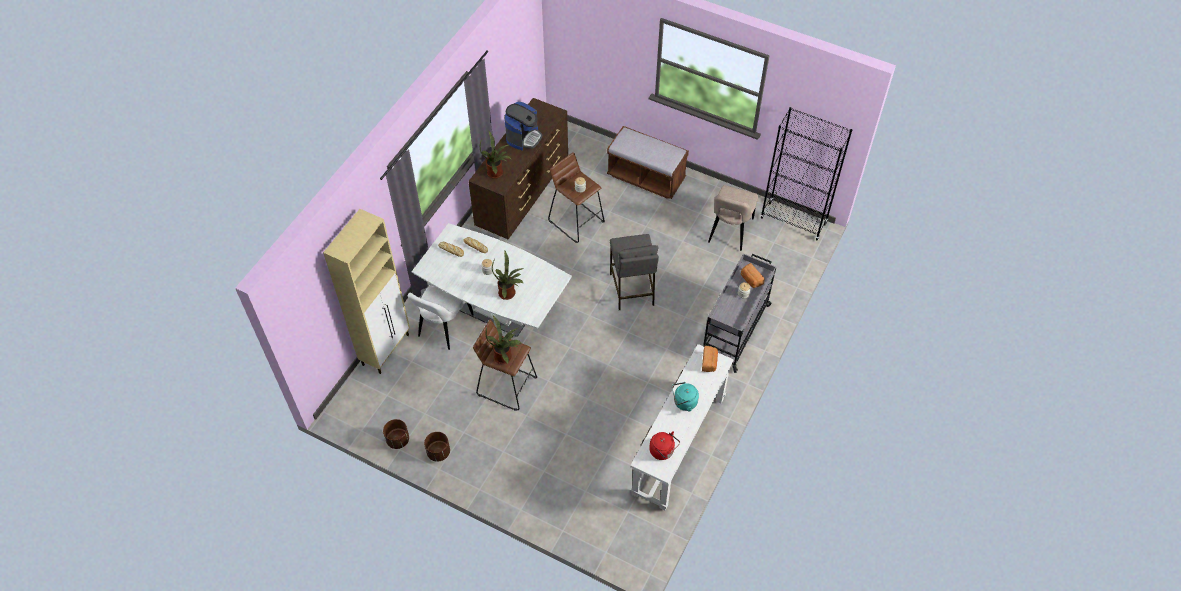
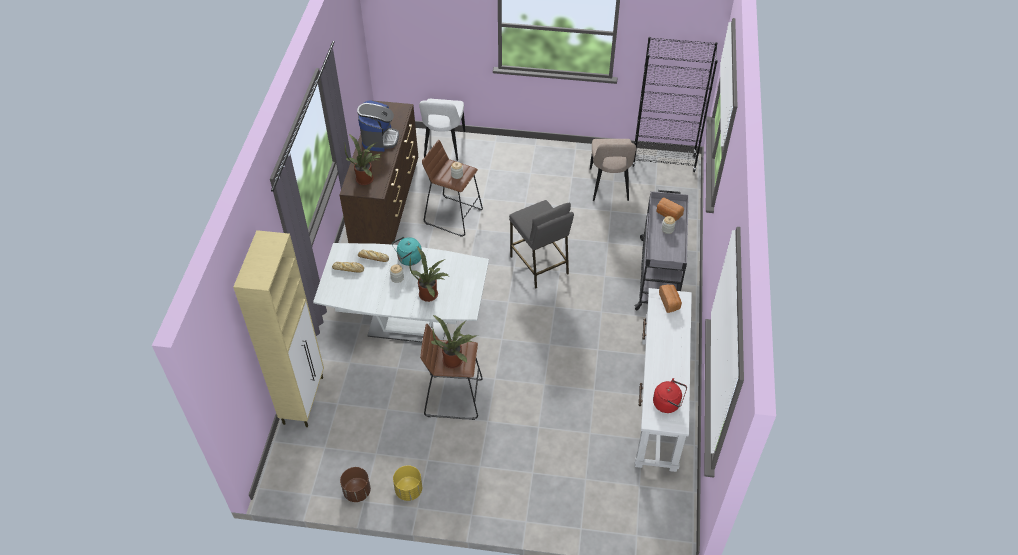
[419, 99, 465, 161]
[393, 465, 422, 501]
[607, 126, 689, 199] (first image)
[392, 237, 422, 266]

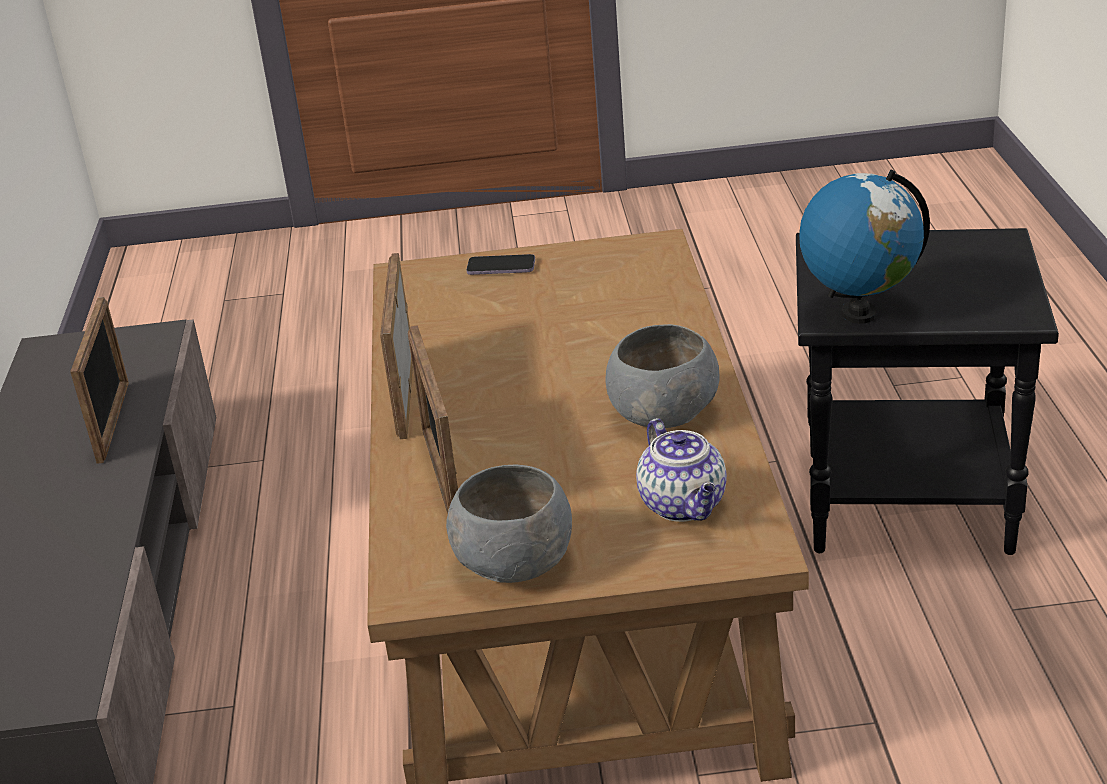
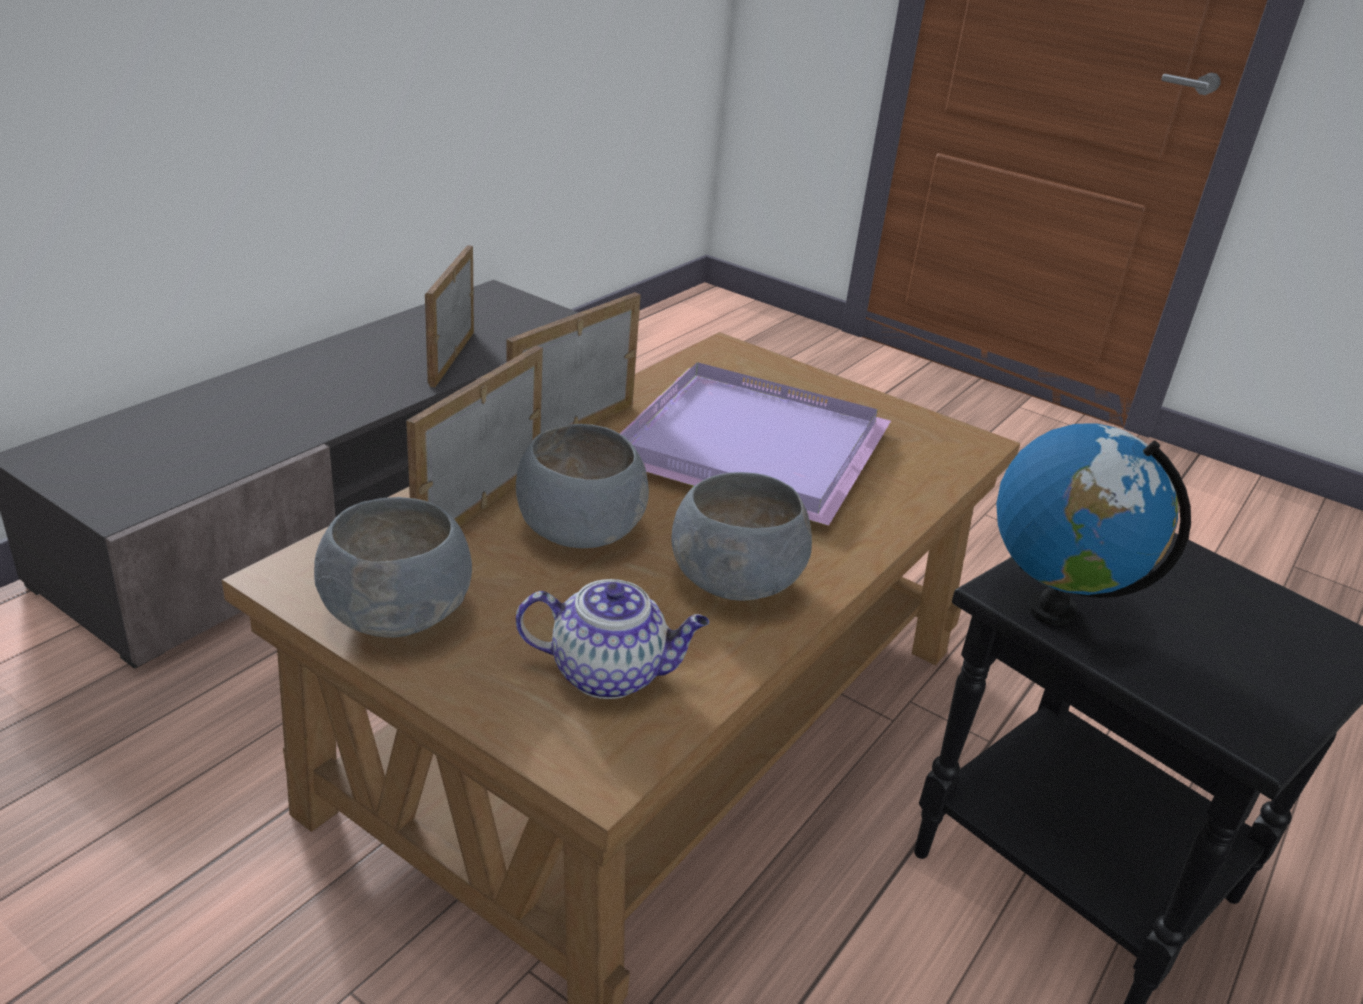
[425, 245, 474, 387]
[466, 254, 535, 275] (first image)
[516, 579, 709, 699]
[516, 424, 649, 548]
[620, 362, 891, 526]

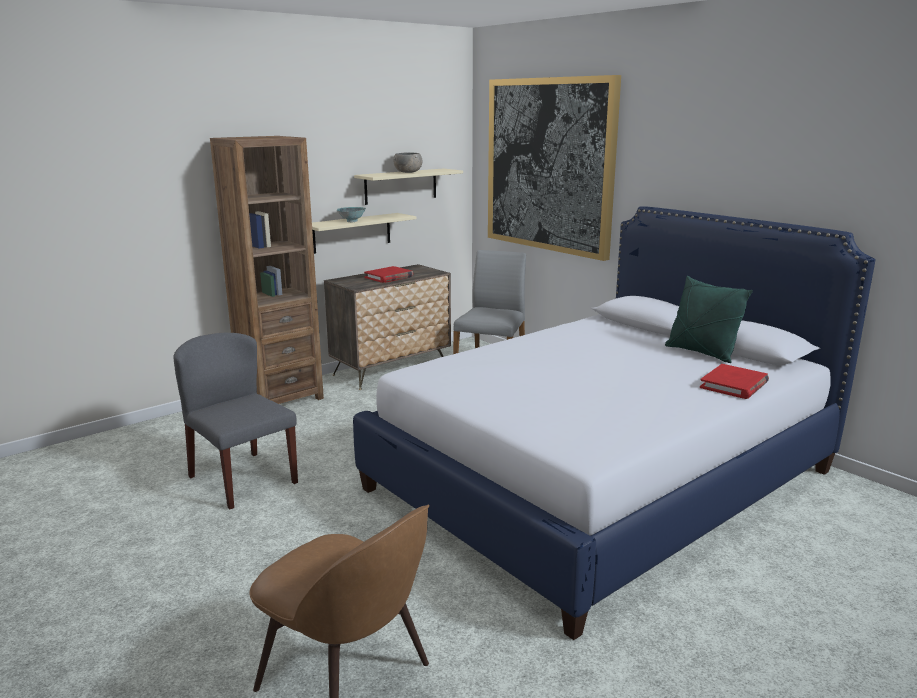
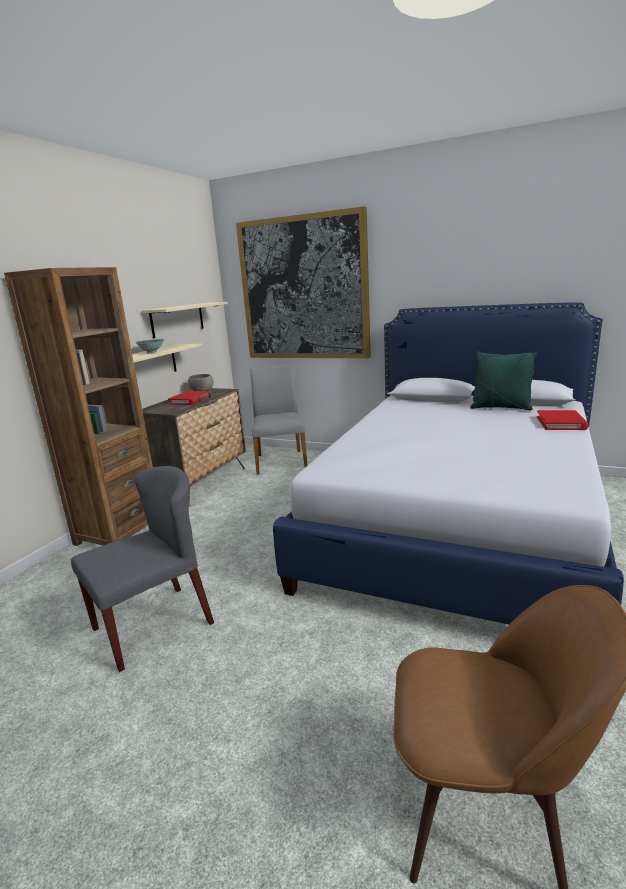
[71, 466, 214, 672]
[188, 374, 214, 391]

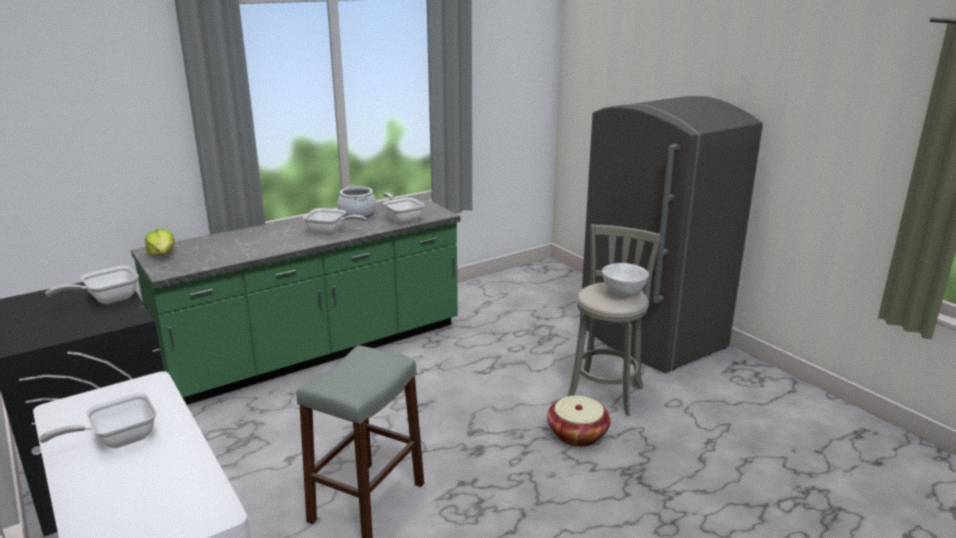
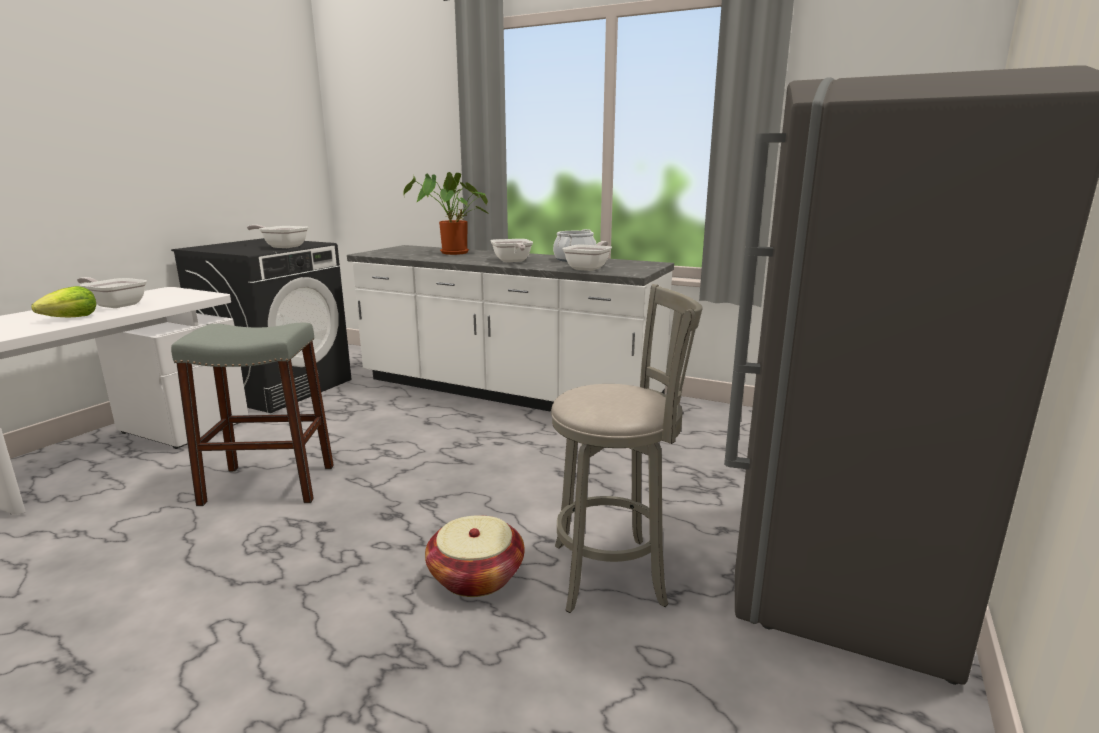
[347, 245, 674, 412]
[31, 286, 96, 318]
[602, 263, 649, 298] (first image)
[403, 172, 490, 255]

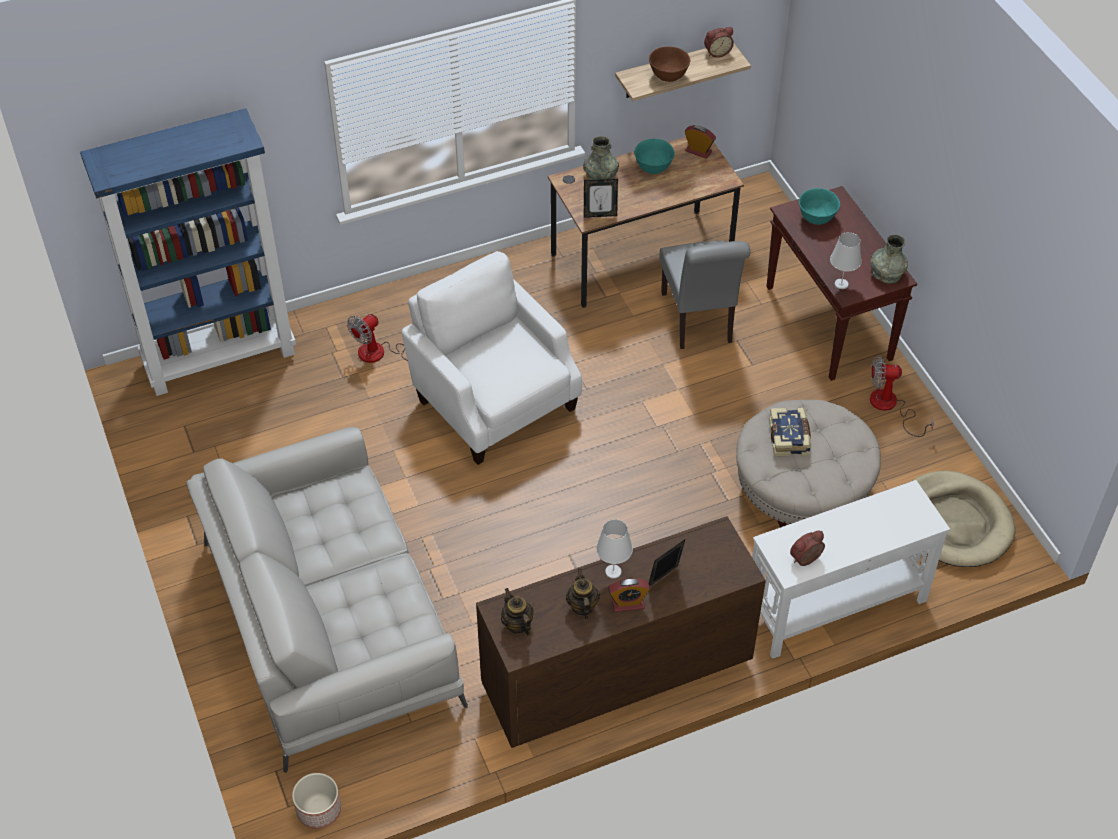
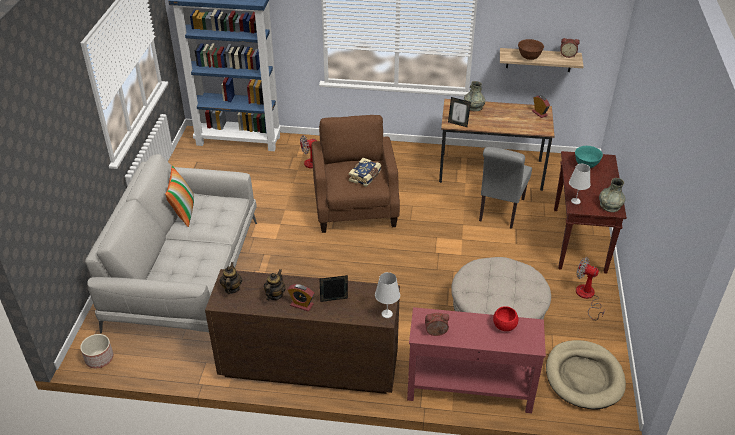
[312, 115, 400, 233]
[375, 272, 400, 318]
[634, 139, 675, 174] (first image)
[407, 307, 546, 413]
[349, 158, 381, 187]
[165, 165, 194, 227]
[493, 306, 518, 331]

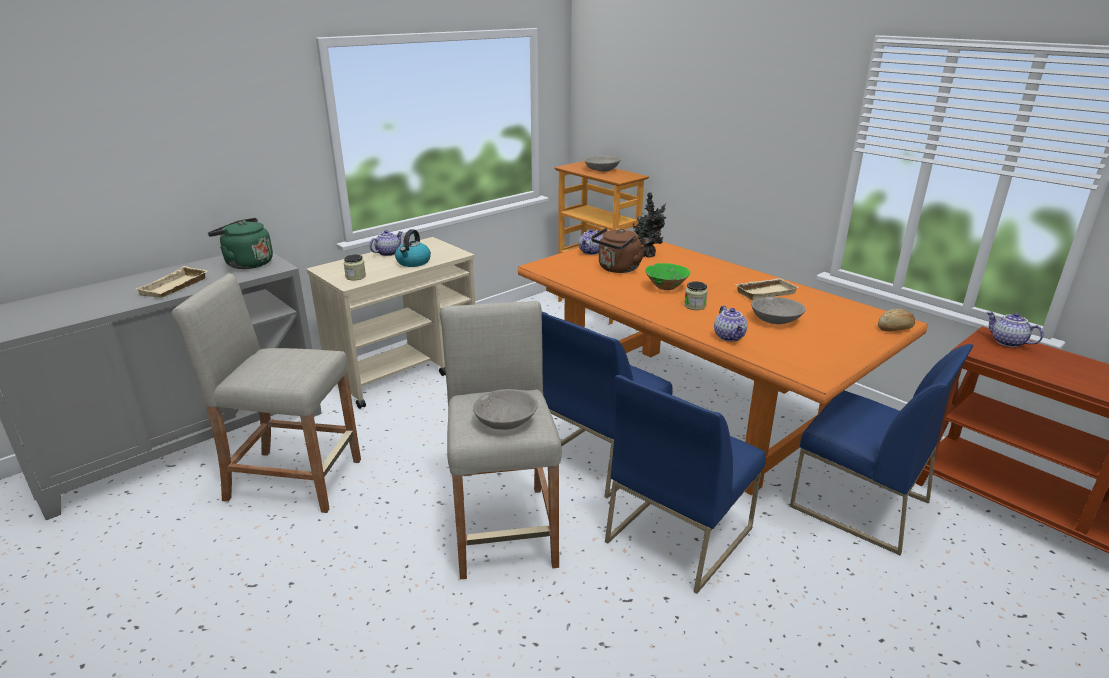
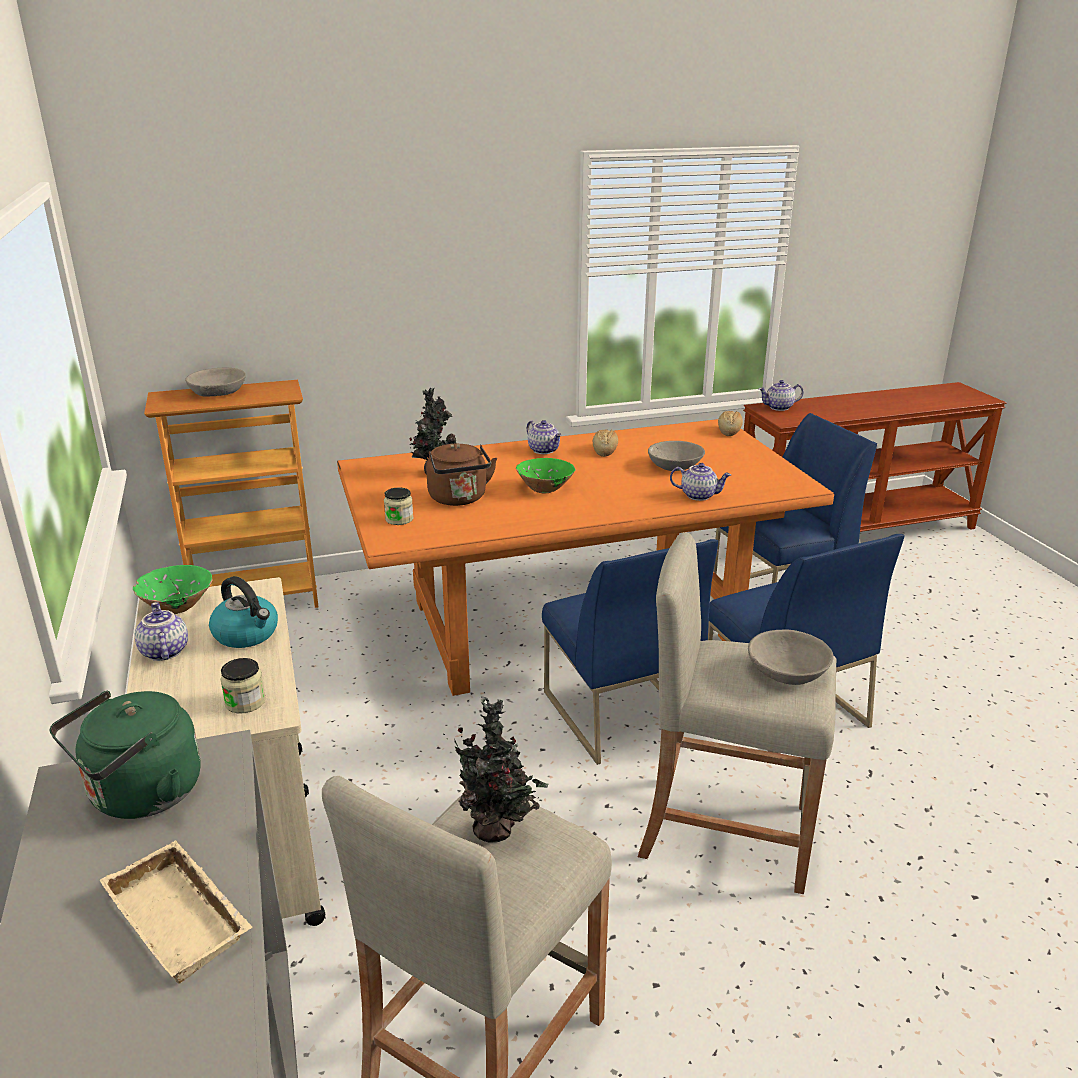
[527, 420, 562, 454]
[384, 487, 413, 525]
[593, 429, 618, 457]
[133, 565, 212, 614]
[443, 696, 548, 843]

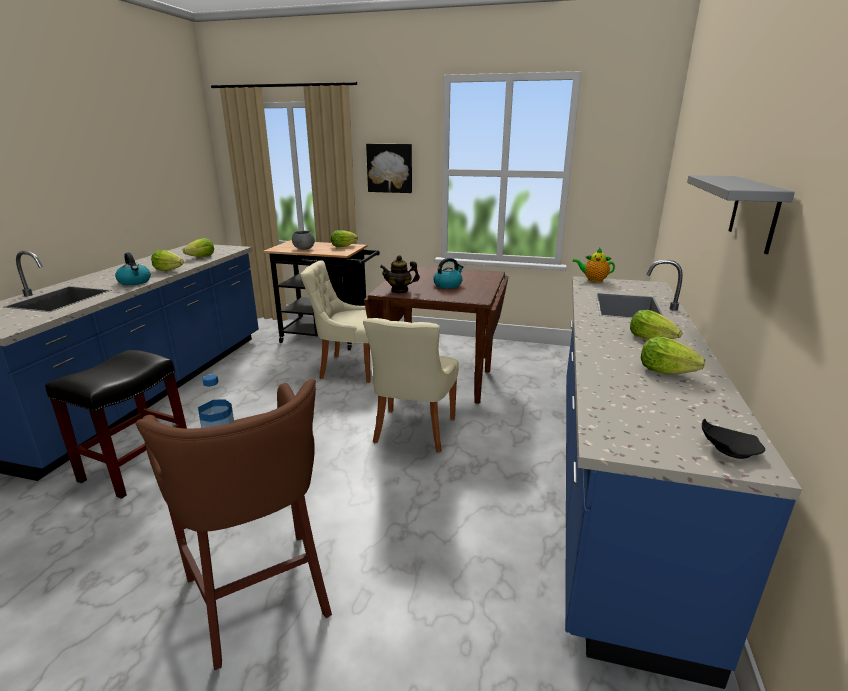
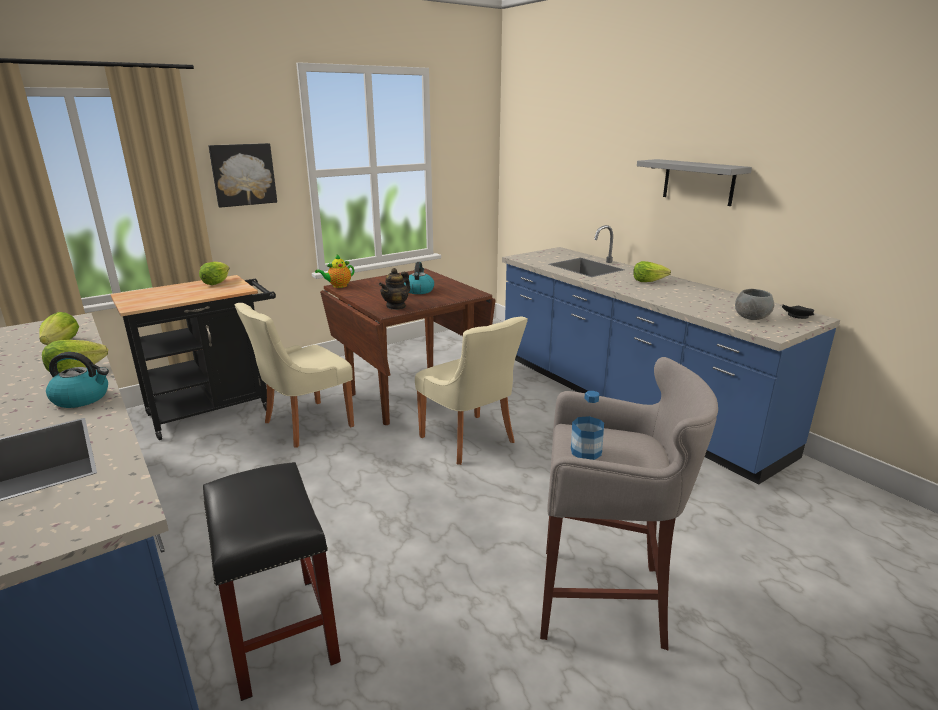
[540, 357, 718, 650]
[735, 289, 774, 320]
[315, 255, 354, 288]
[641, 336, 705, 374] (first image)

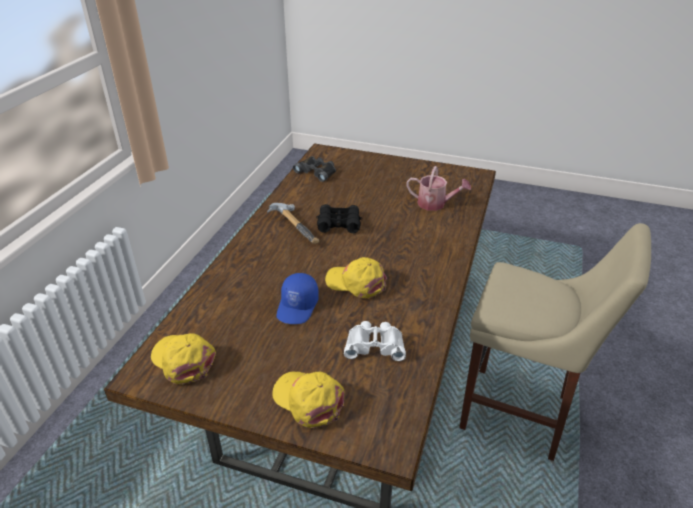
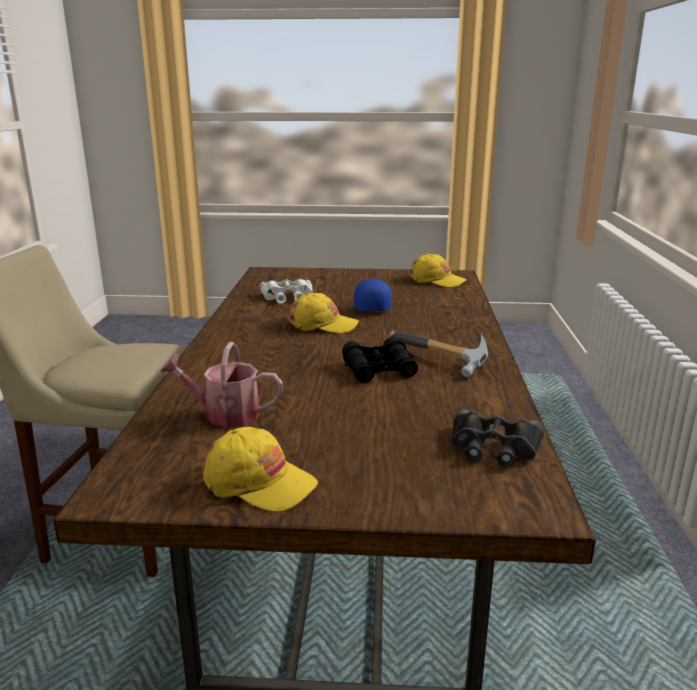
[202, 427, 318, 512]

